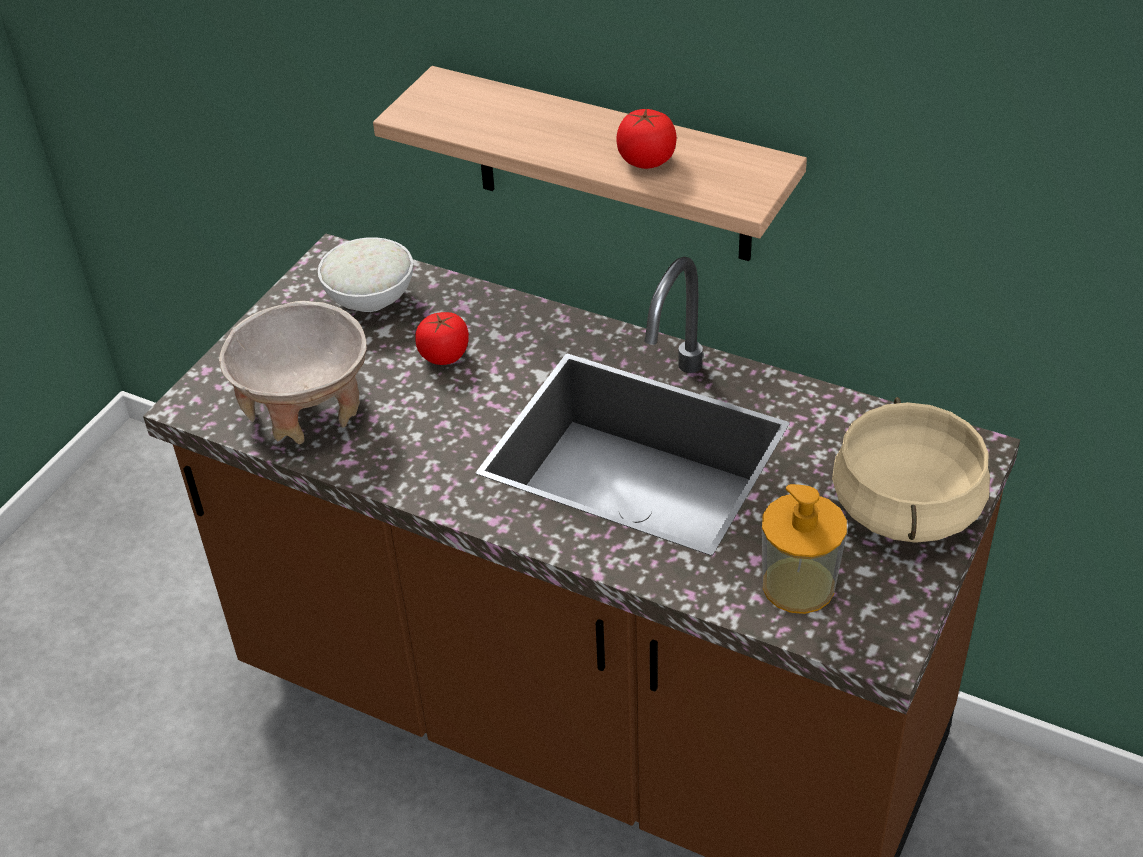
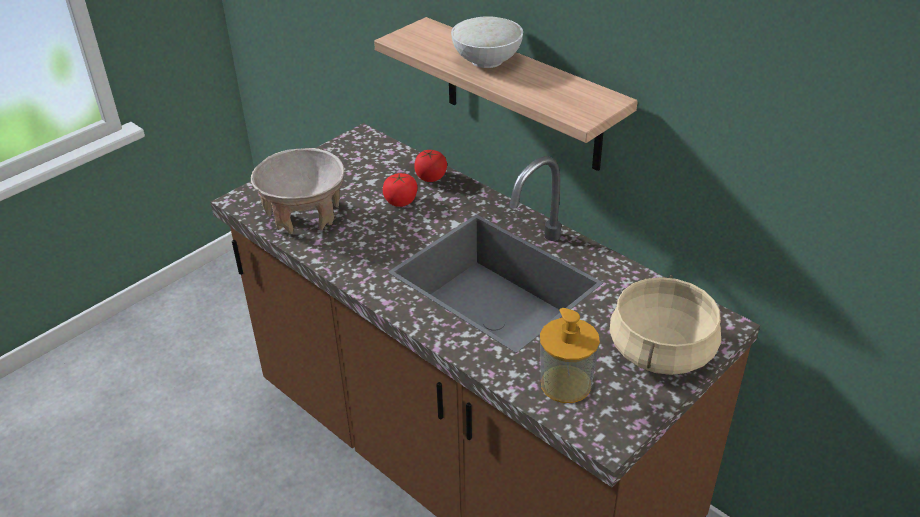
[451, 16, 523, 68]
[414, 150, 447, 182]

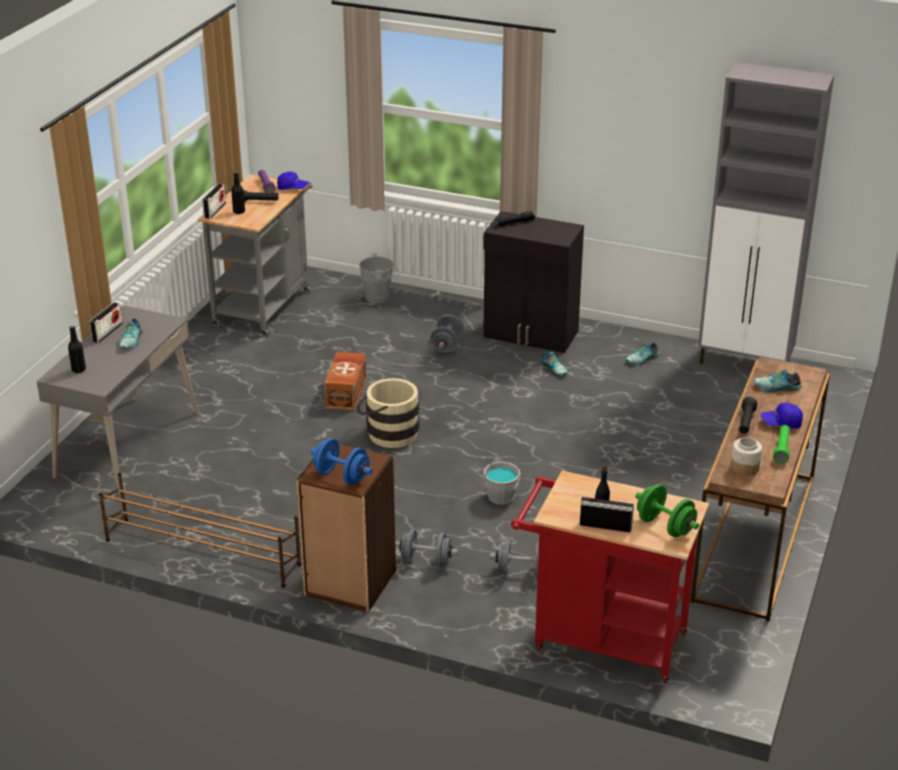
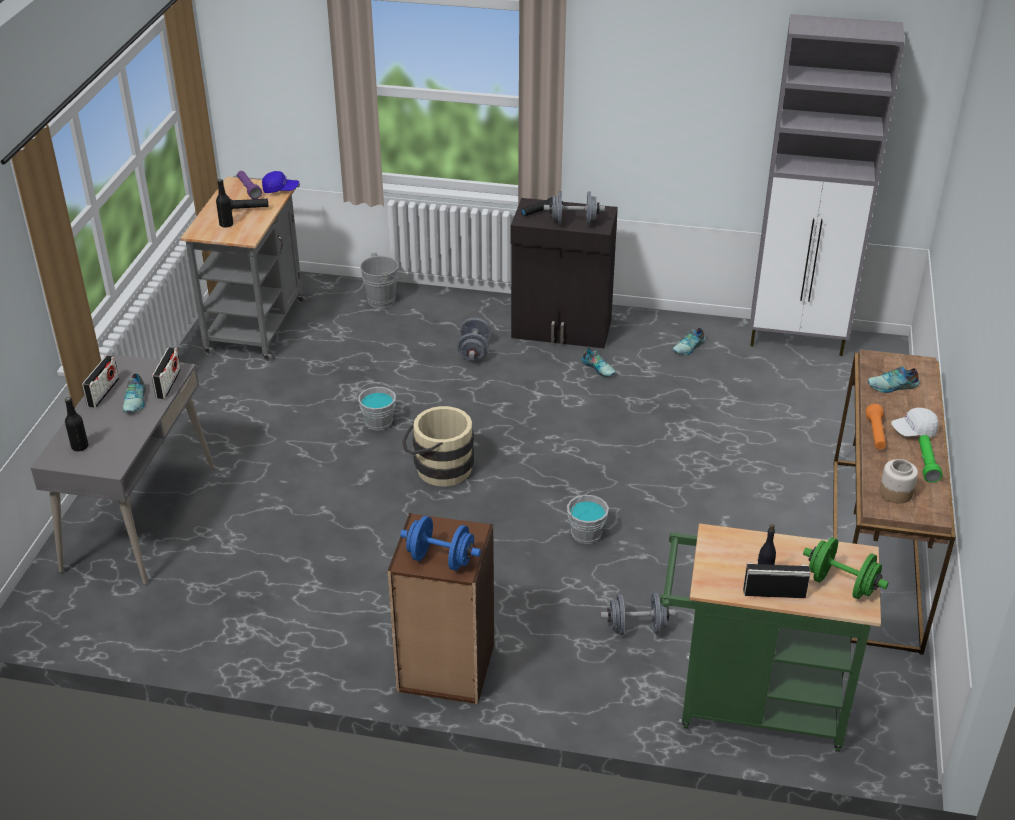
[99, 473, 301, 588] (first image)
[152, 347, 181, 399]
[357, 382, 397, 431]
[544, 191, 605, 225]
[660, 523, 881, 752]
[866, 404, 886, 449]
[891, 408, 939, 437]

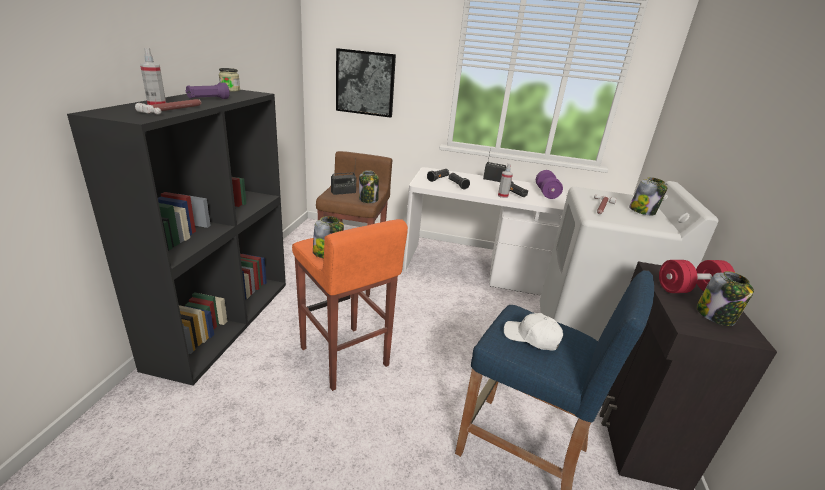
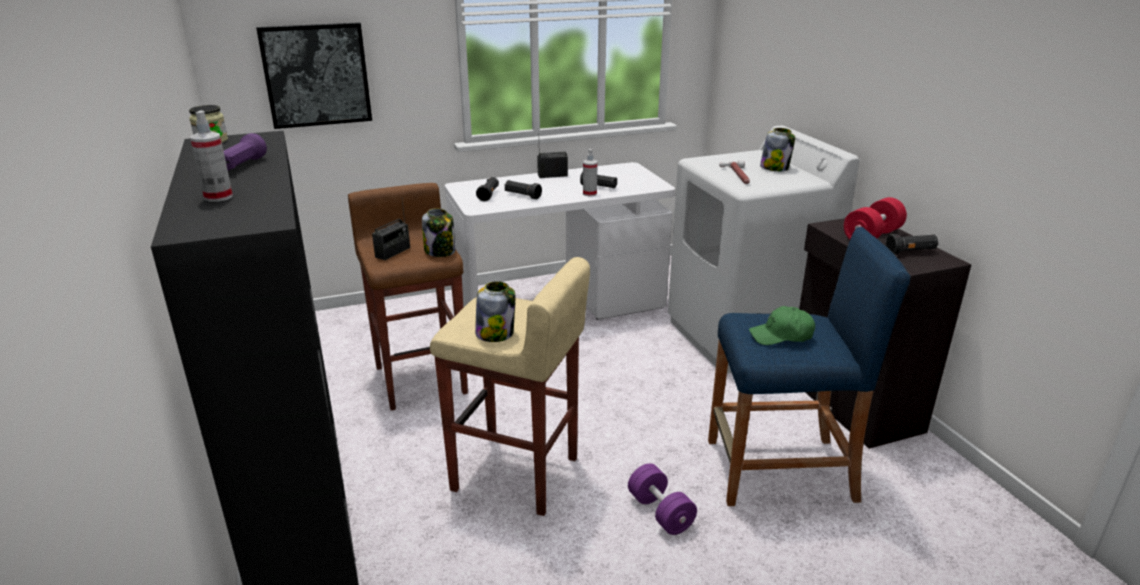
[135, 99, 201, 114] (first image)
[430, 257, 590, 516]
[749, 306, 815, 345]
[628, 463, 697, 535]
[885, 234, 939, 254]

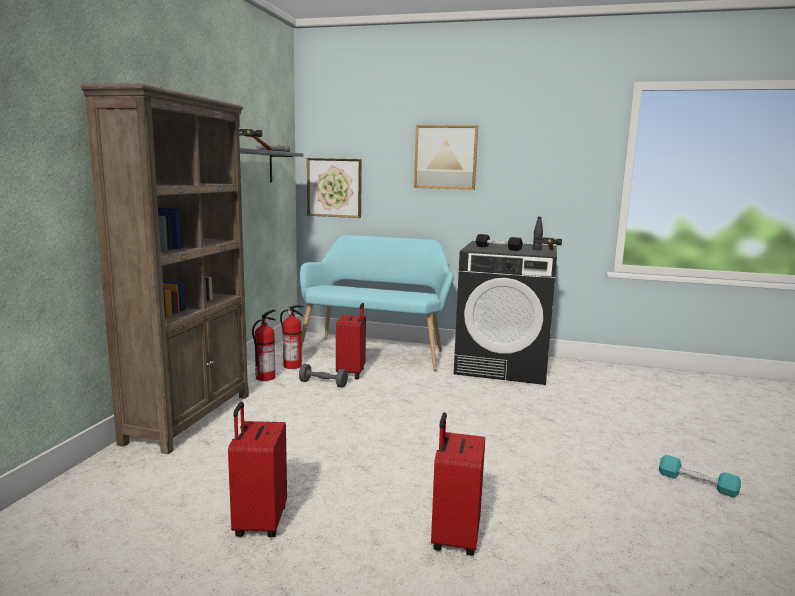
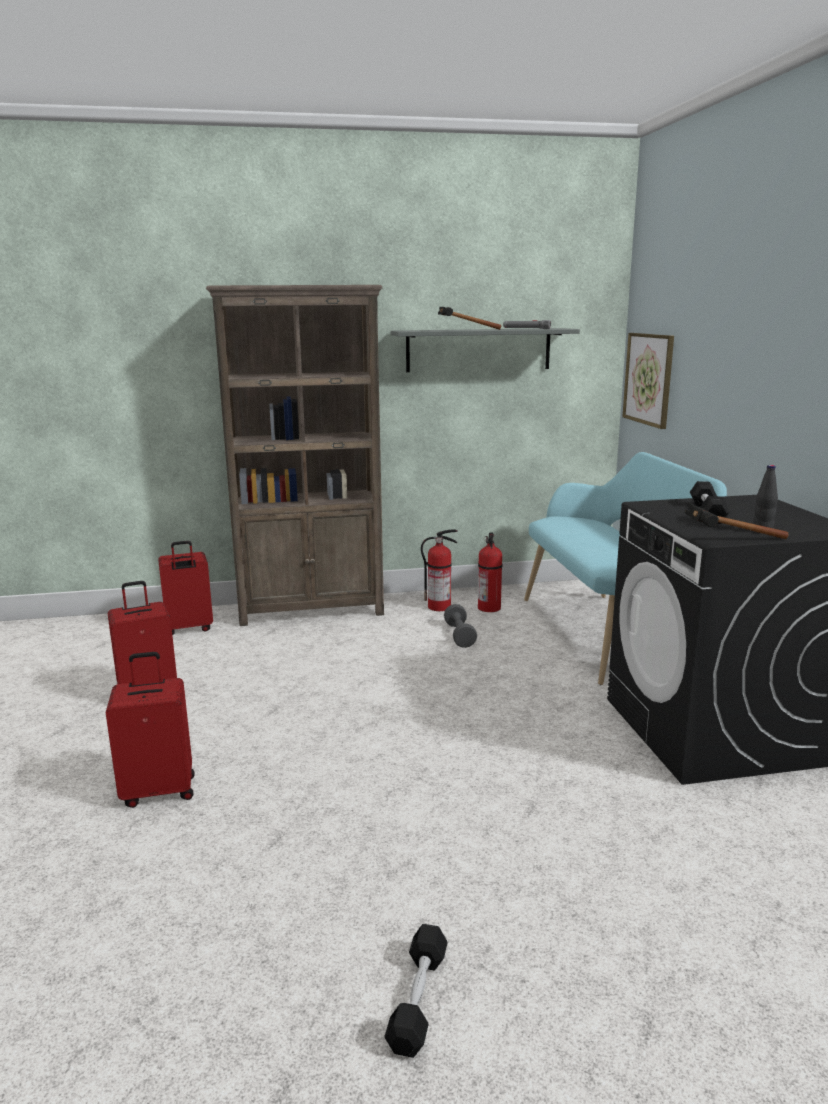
[158, 541, 213, 635]
[414, 125, 478, 190] (first image)
[384, 924, 448, 1058]

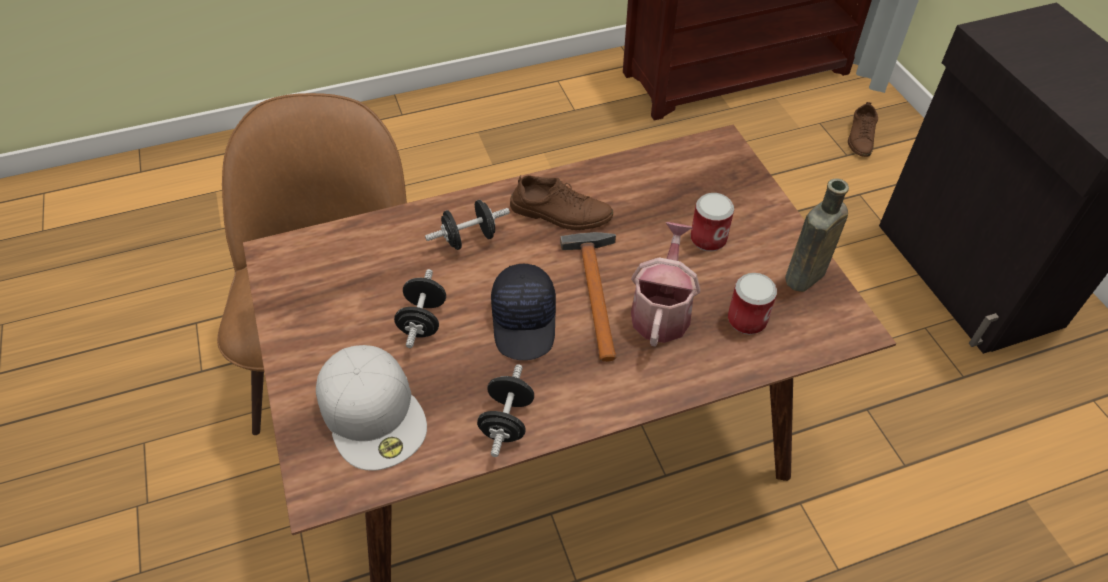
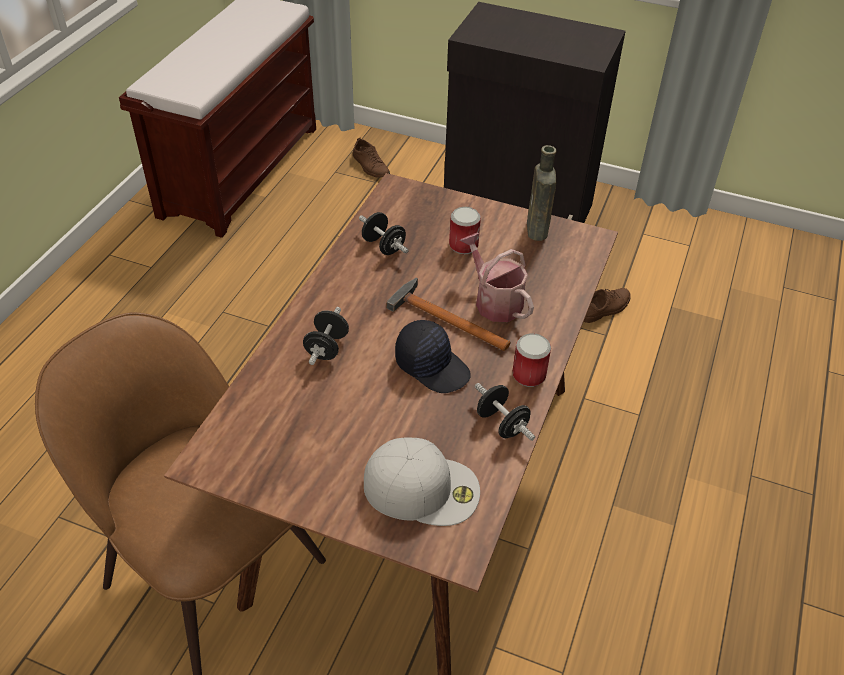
[359, 212, 409, 255]
[584, 288, 631, 323]
[512, 333, 551, 387]

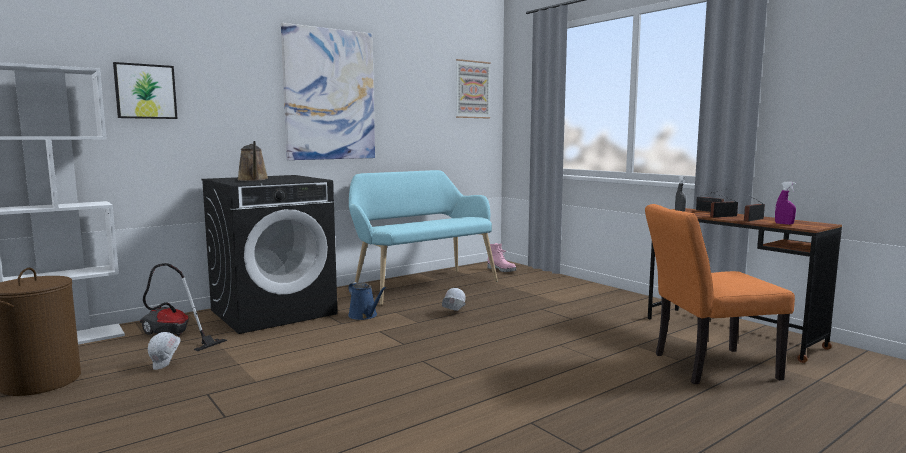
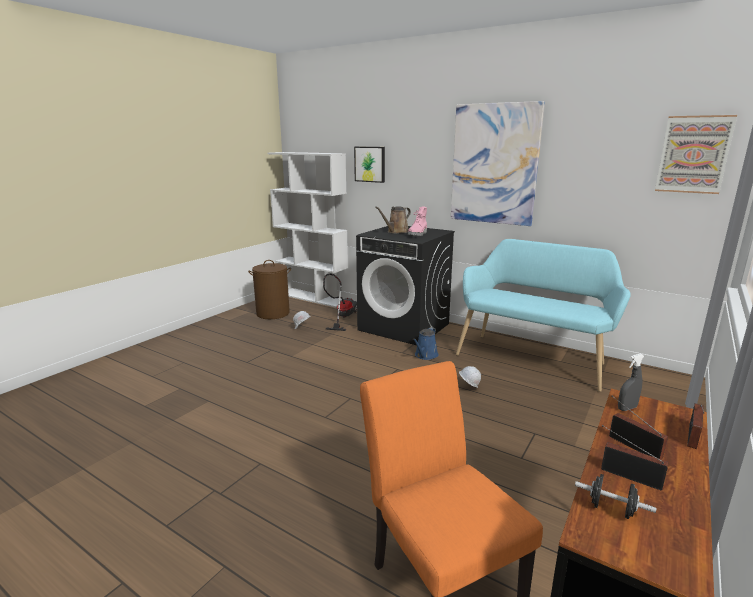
[408, 206, 427, 236]
[575, 474, 657, 519]

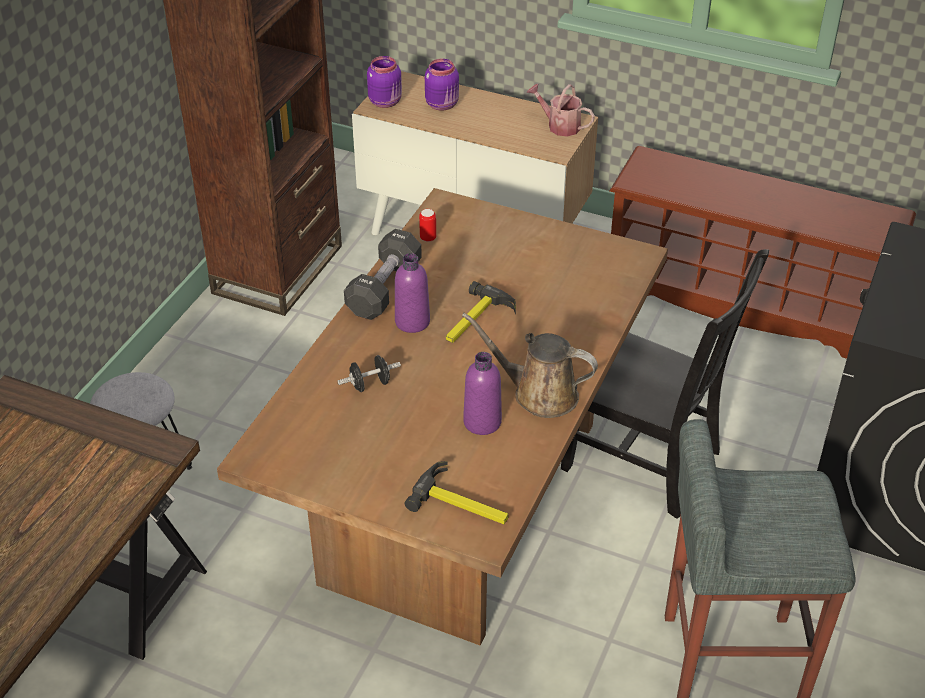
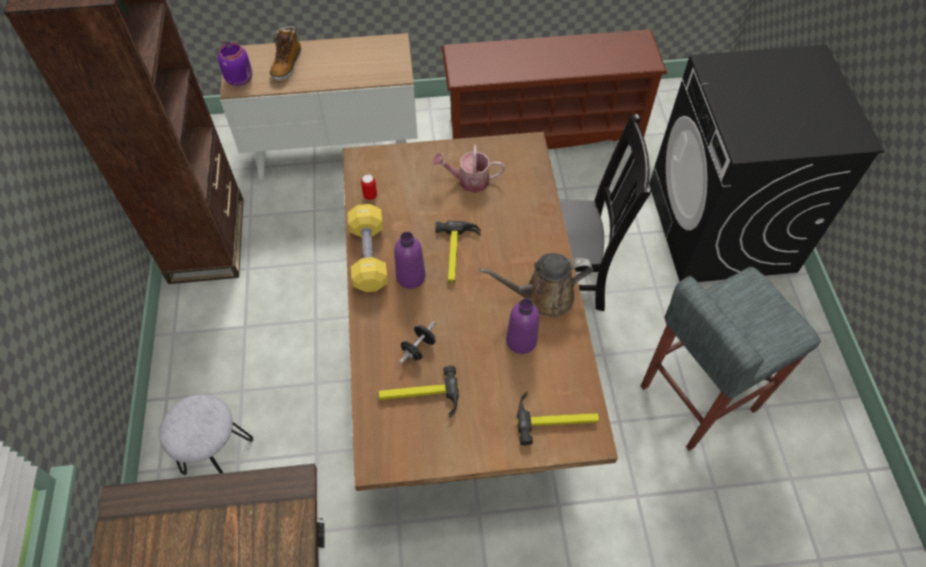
[348, 204, 388, 292]
[270, 26, 301, 81]
[432, 145, 505, 193]
[378, 366, 459, 418]

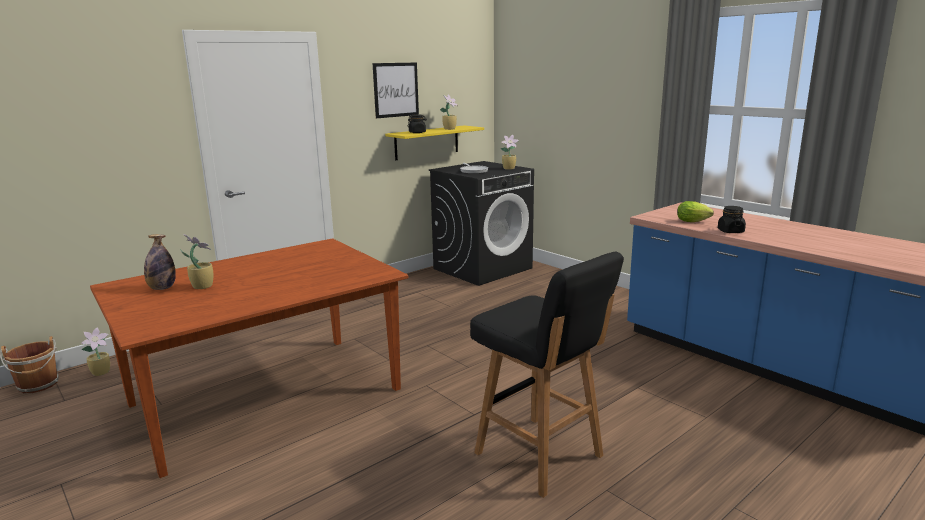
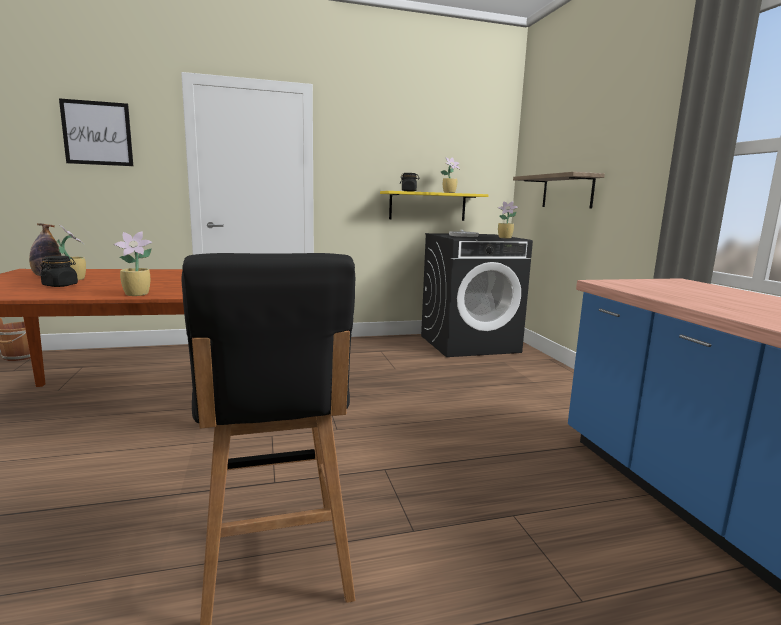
[113, 231, 153, 296]
[59, 98, 133, 166]
[677, 201, 714, 222] (first image)
[40, 256, 78, 287]
[513, 172, 605, 209]

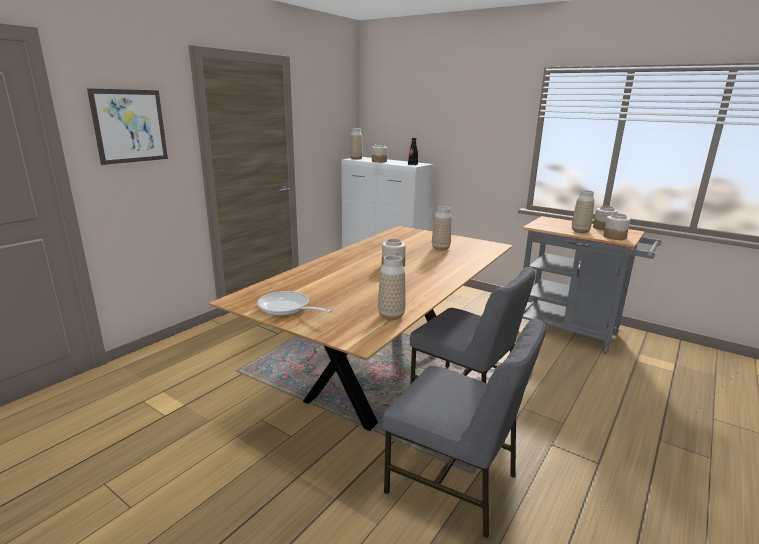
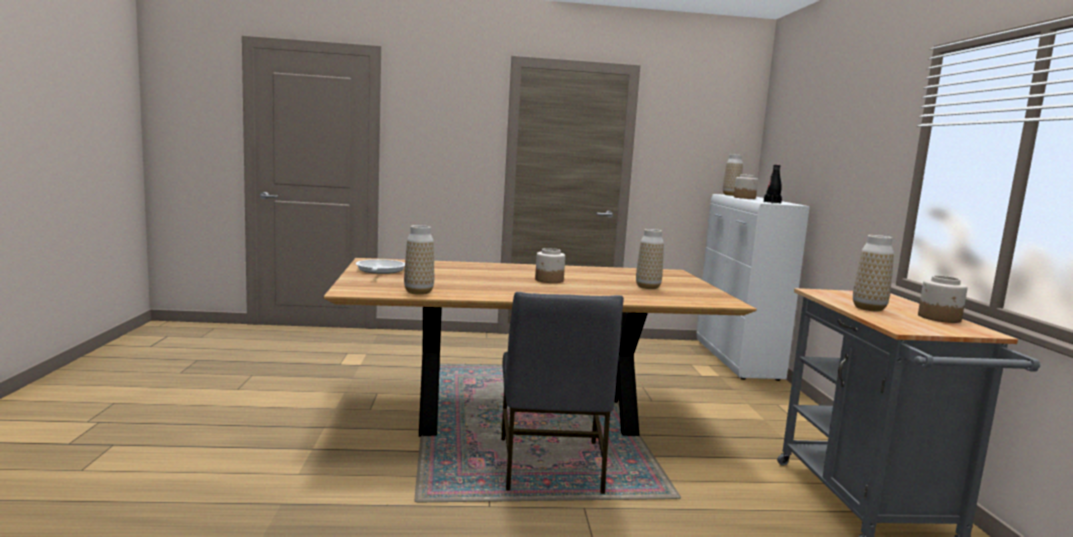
[87, 88, 168, 165] (first image)
[382, 319, 546, 538] (first image)
[603, 213, 630, 240] (first image)

